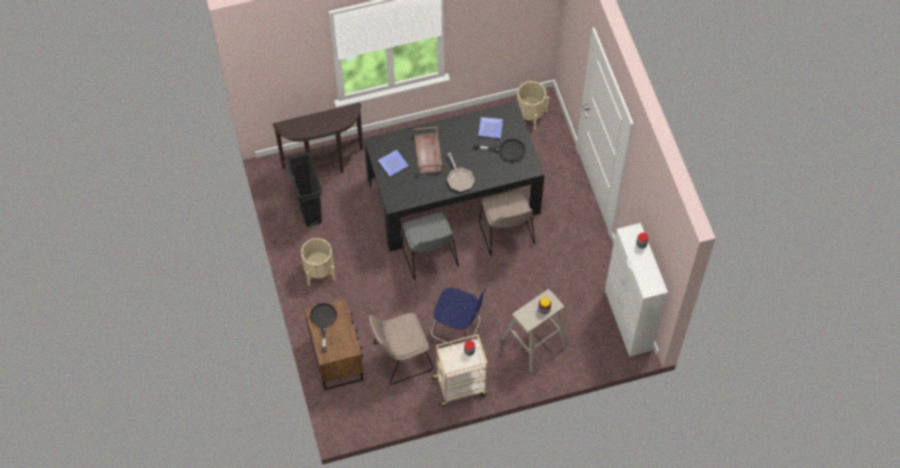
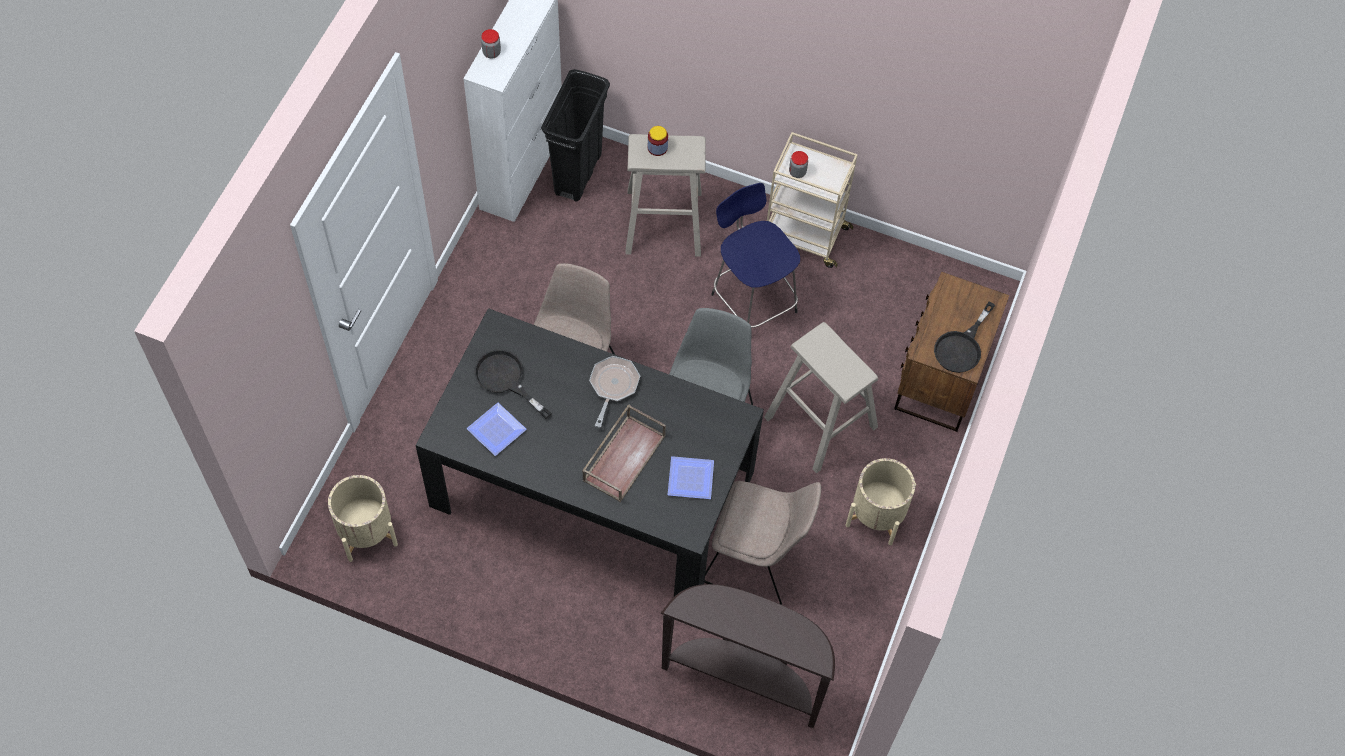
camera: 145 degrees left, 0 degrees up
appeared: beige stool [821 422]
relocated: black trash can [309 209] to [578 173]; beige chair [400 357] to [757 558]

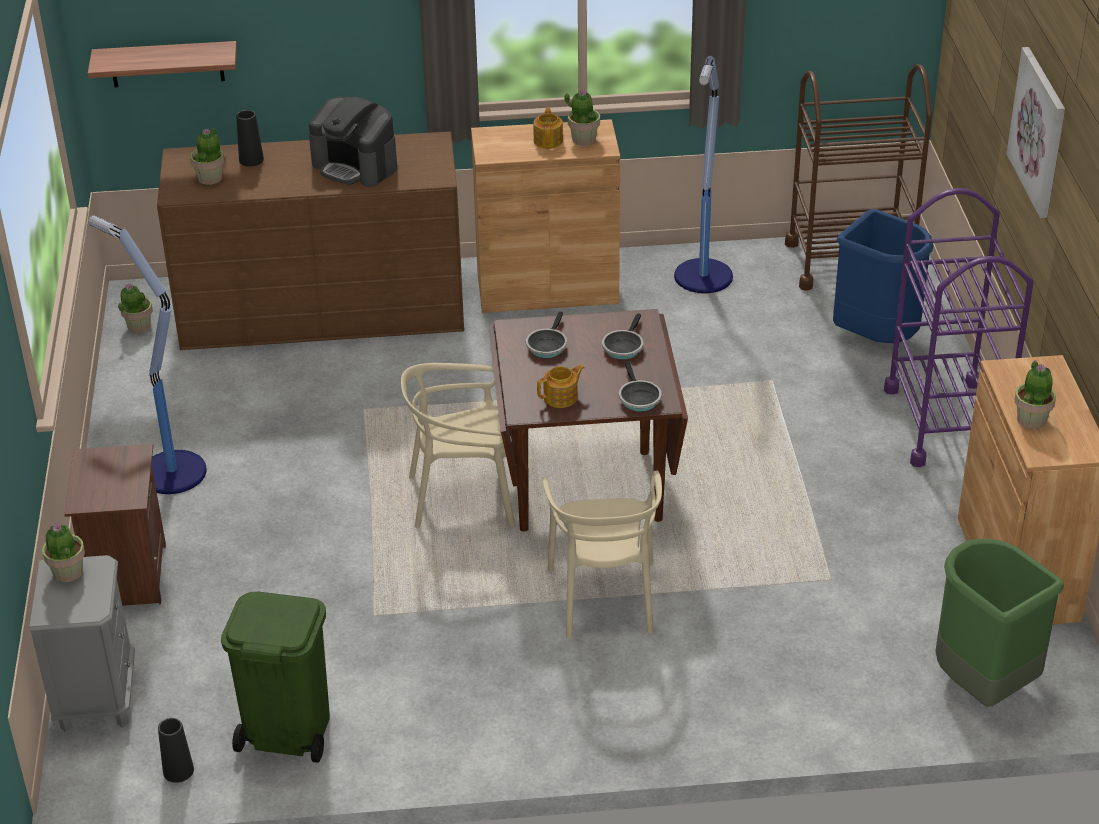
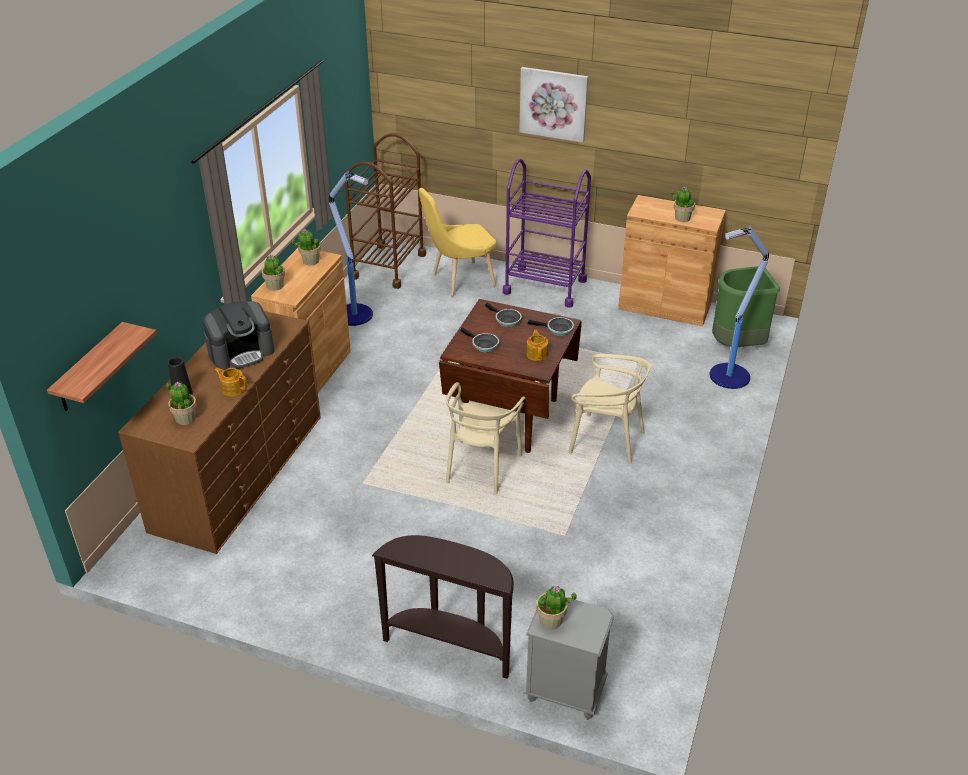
camera: 65 degrees left, 0 degrees up
missing: black vase [178 771]; green trash can [286 731]
relocated: floor lamp [170 471] to [728 376]; potted plant [138 326] to [275 286]; teapot [548 140] to [233 389]
exchanged: brown nightstand [126 576] to brown console table [450 646]; blue trash can [876 336] to yellow chair [459 281]

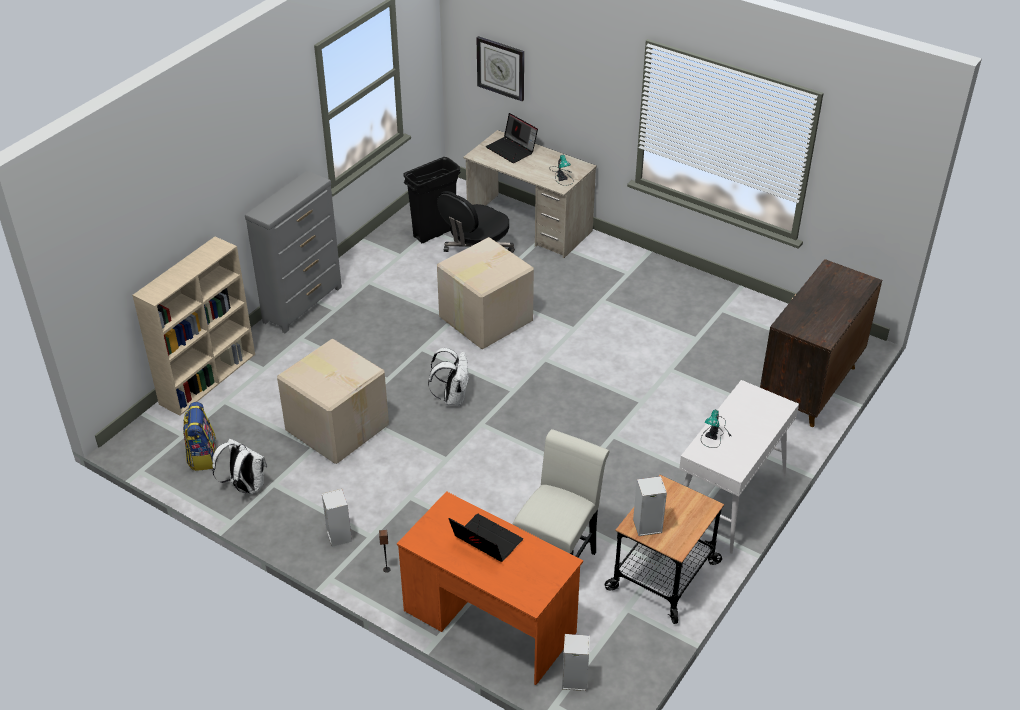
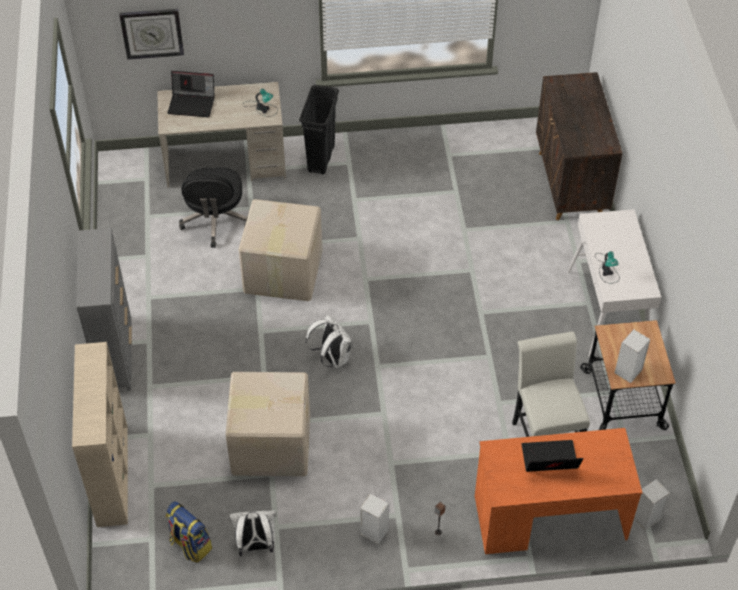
camera: 40 degrees left, 10 degrees up
relocated: black trash can [435 232] to [321 158]

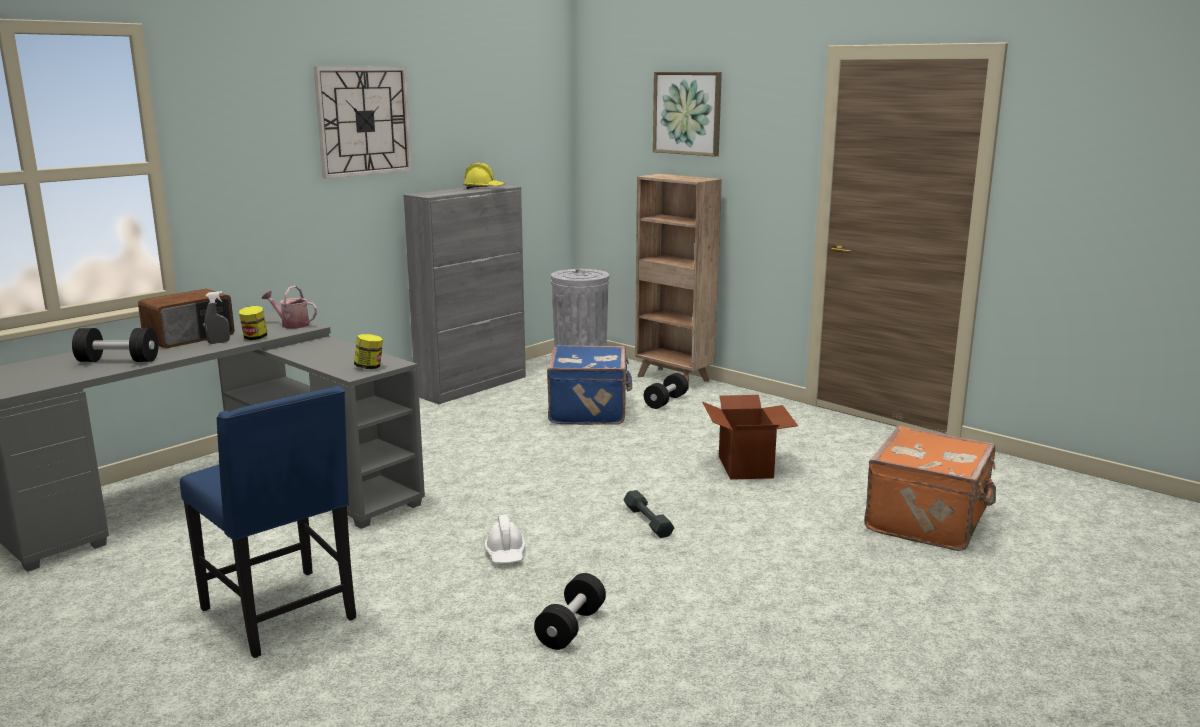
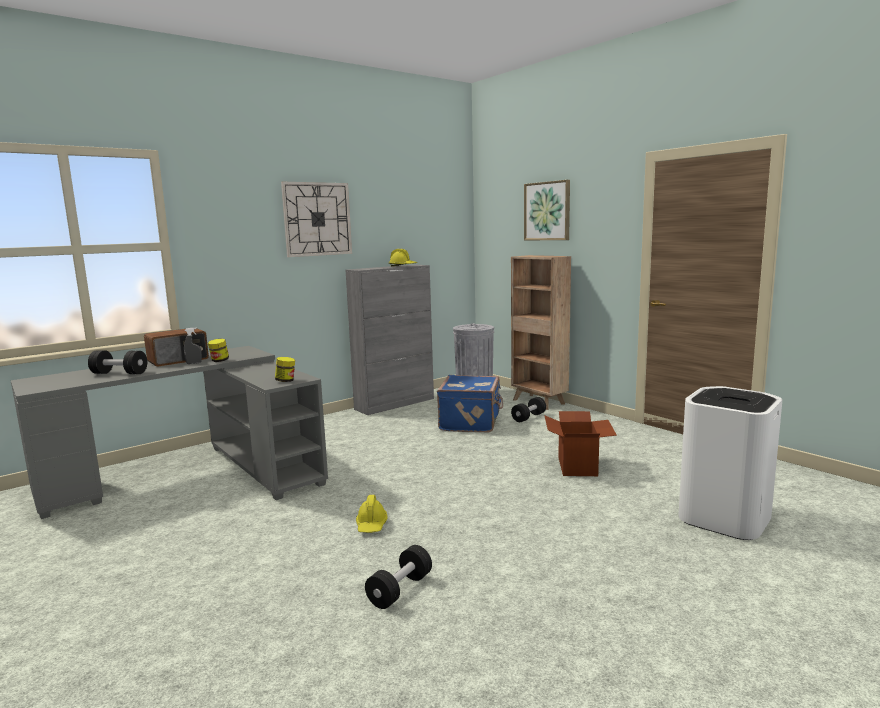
camera: 10 degrees right, 5 degrees down
missing: blue chair [283 614]; watering can [292 324]; grey dumbbell [648 521]
exchanged: orange suitcase [929 521] to white trash can [723 517]
colour: white hard hat [505 554] to yellow hard hat [372 525]

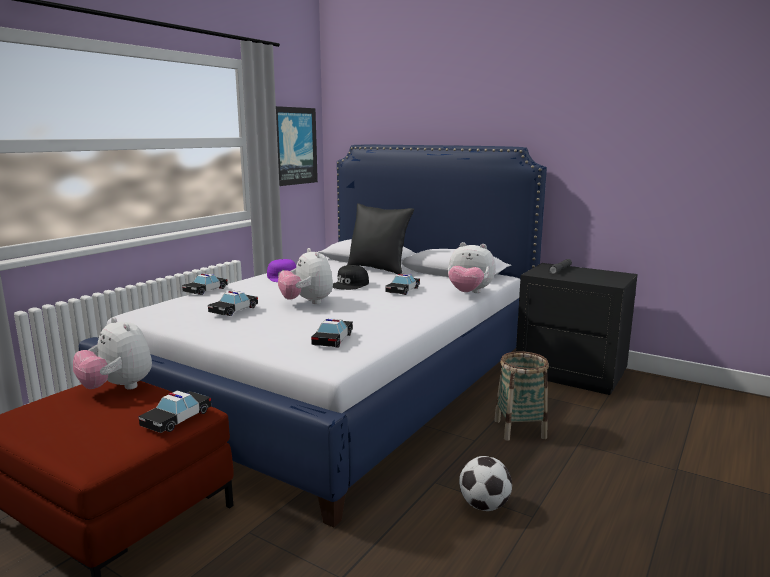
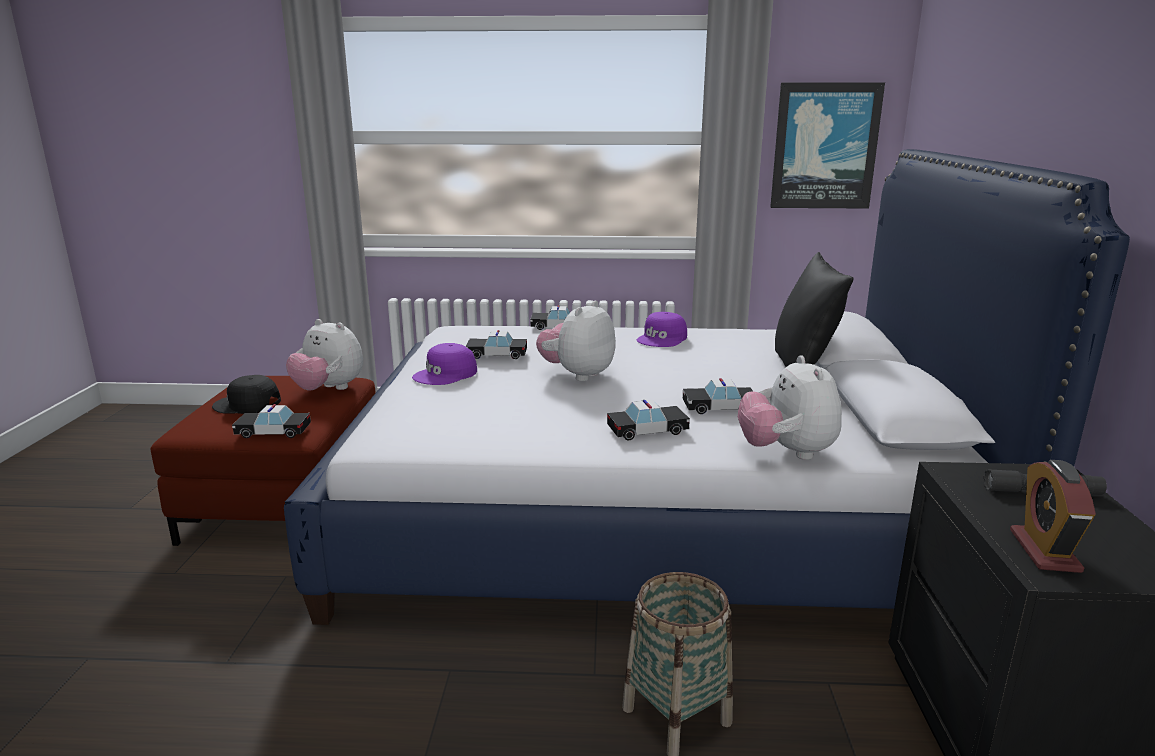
camera: 60 degrees right, 5 degrees up
missing: football [484 506]
appeared: purple cap [446 374]; alarm clock [1044 551]
relocated: toy car [333 339] to [647 430]; black cap [350 284] to [247 405]
spun: plush toy [118 388] = [329 390] 75 degrees counterclockwise

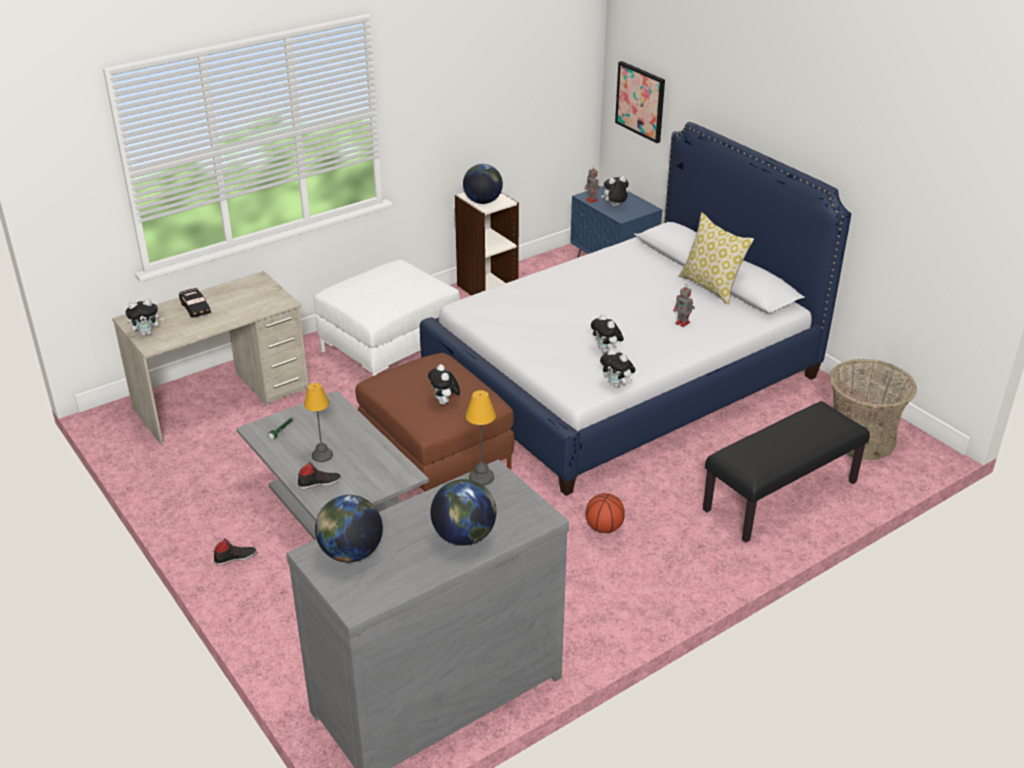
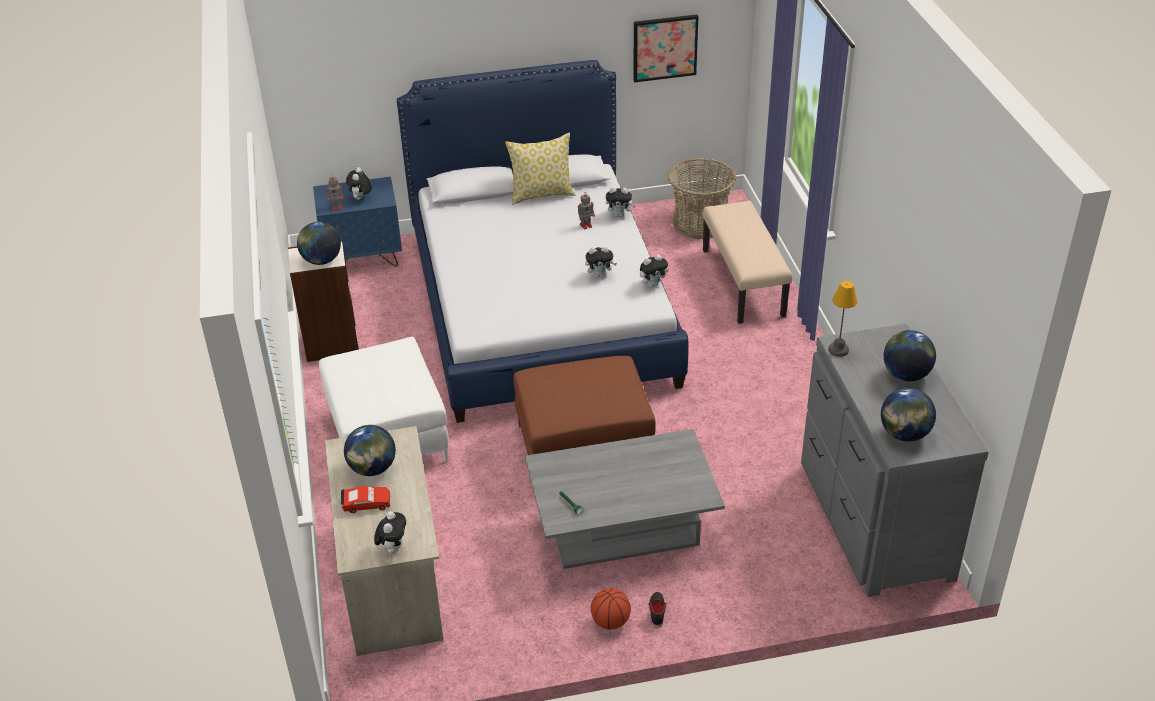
camera: 65 degrees left, 5 degrees up
missing: black shoe [319 482]; table lamp [322 455]
appeared: globe [372 469]
relocated: plush toy [445 402] to [619 215]; basketball [604 528] to [610 621]; picture [641 101] to [664 47]
colour: black toy car [195 308] to red toy car [366 503]; black bench [781 497] to beige bench [744 283]

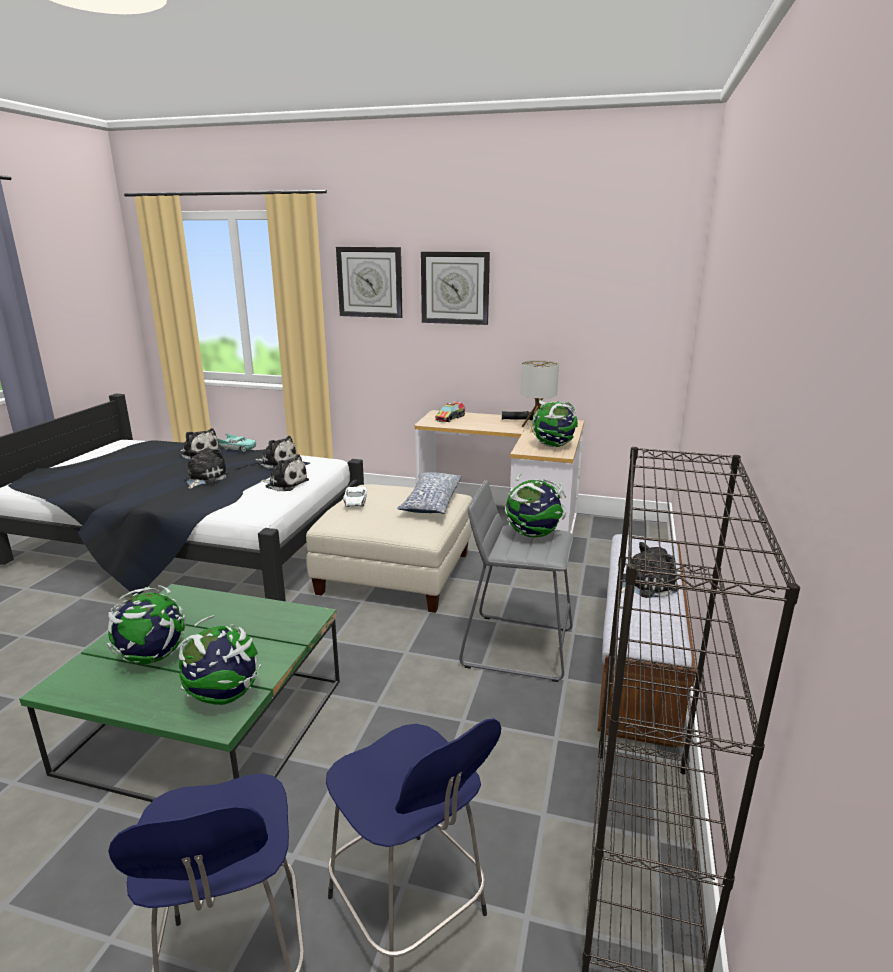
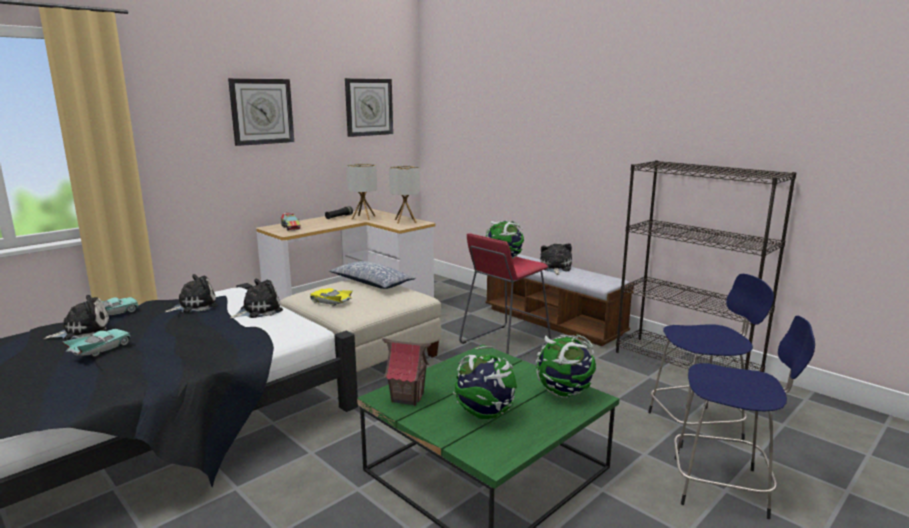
camera: 60 degrees left, 5 degrees down
missing: plush toy [204 478]
appeared: turquoise toy car [100 349]; toy house [407 397]
relocated: wall clock [370 282] to [369 107]
exchanged: globe [553 446] to table lamp [405 221]
colour: white toy car [355 502] to yellow toy car [331 302]; grey stool [517 647] to red stool [505 343]

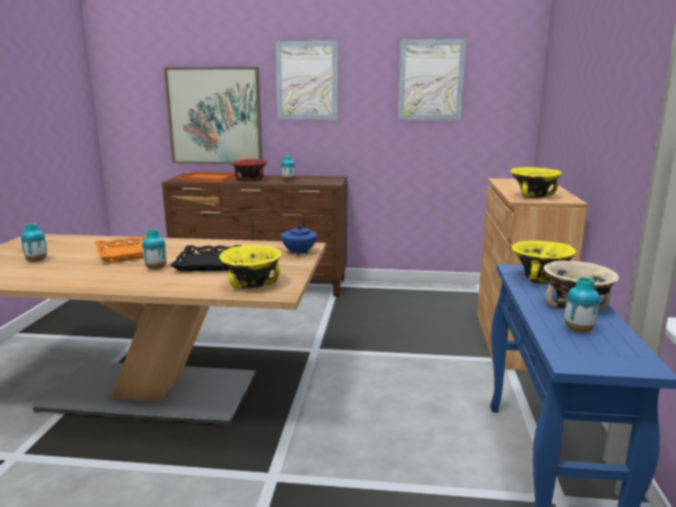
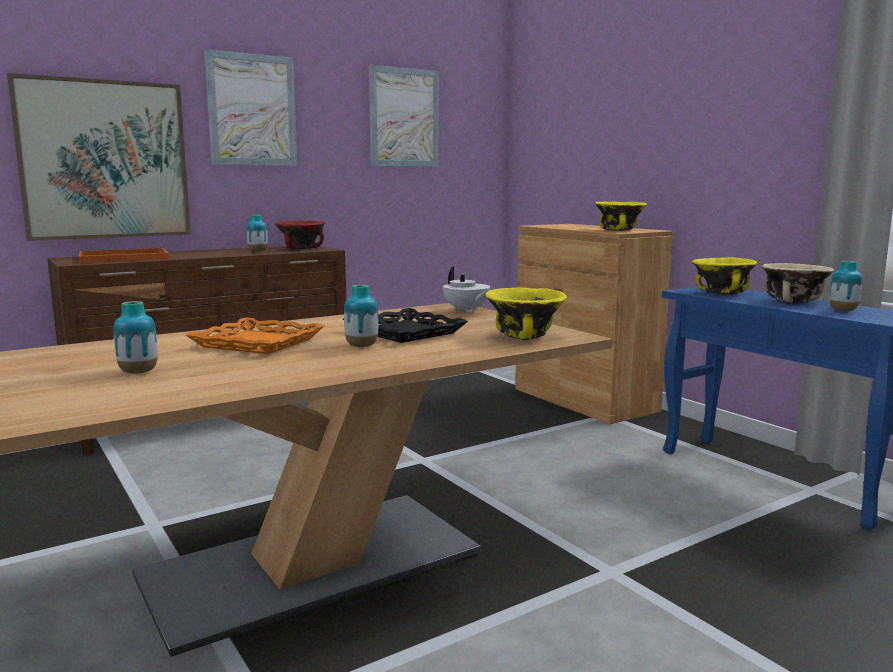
camera: 40 degrees left, 5 degrees down
relocated: red bowl [250 180] to [301 249]
colour: blue teapot [298 252] to white teapot [466 311]

